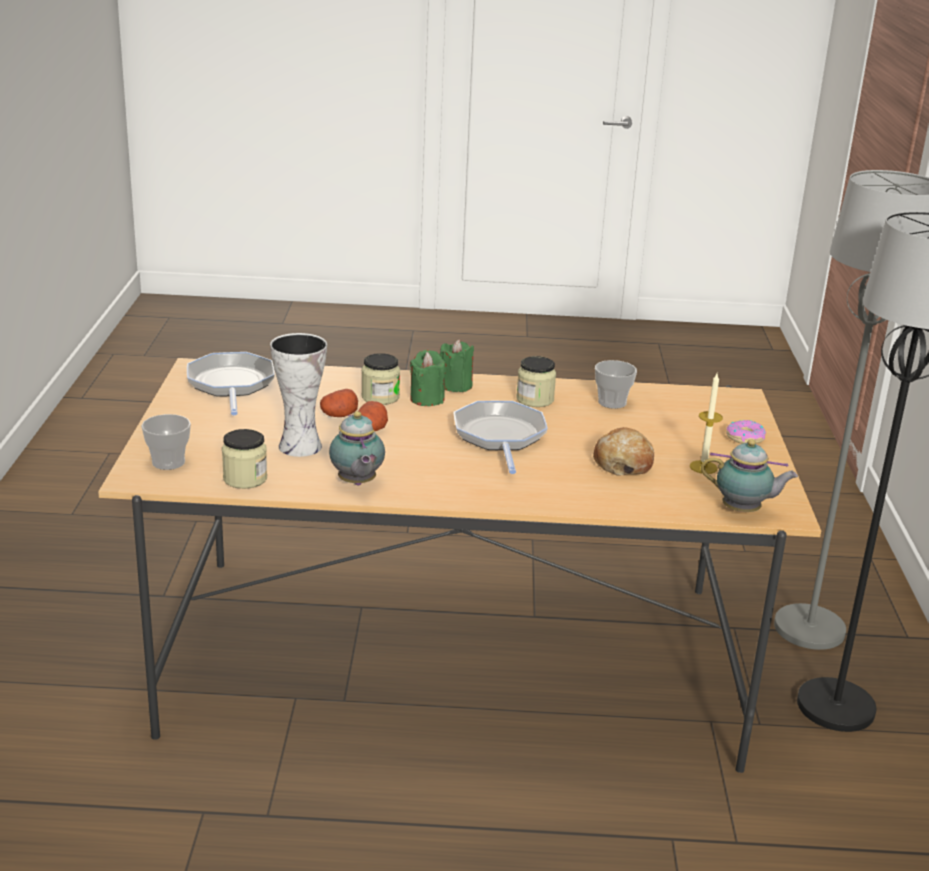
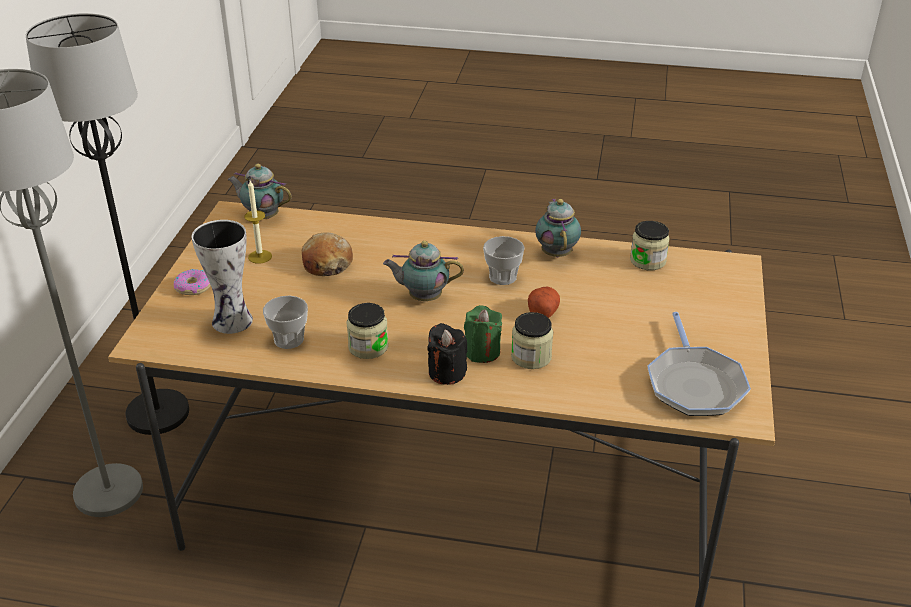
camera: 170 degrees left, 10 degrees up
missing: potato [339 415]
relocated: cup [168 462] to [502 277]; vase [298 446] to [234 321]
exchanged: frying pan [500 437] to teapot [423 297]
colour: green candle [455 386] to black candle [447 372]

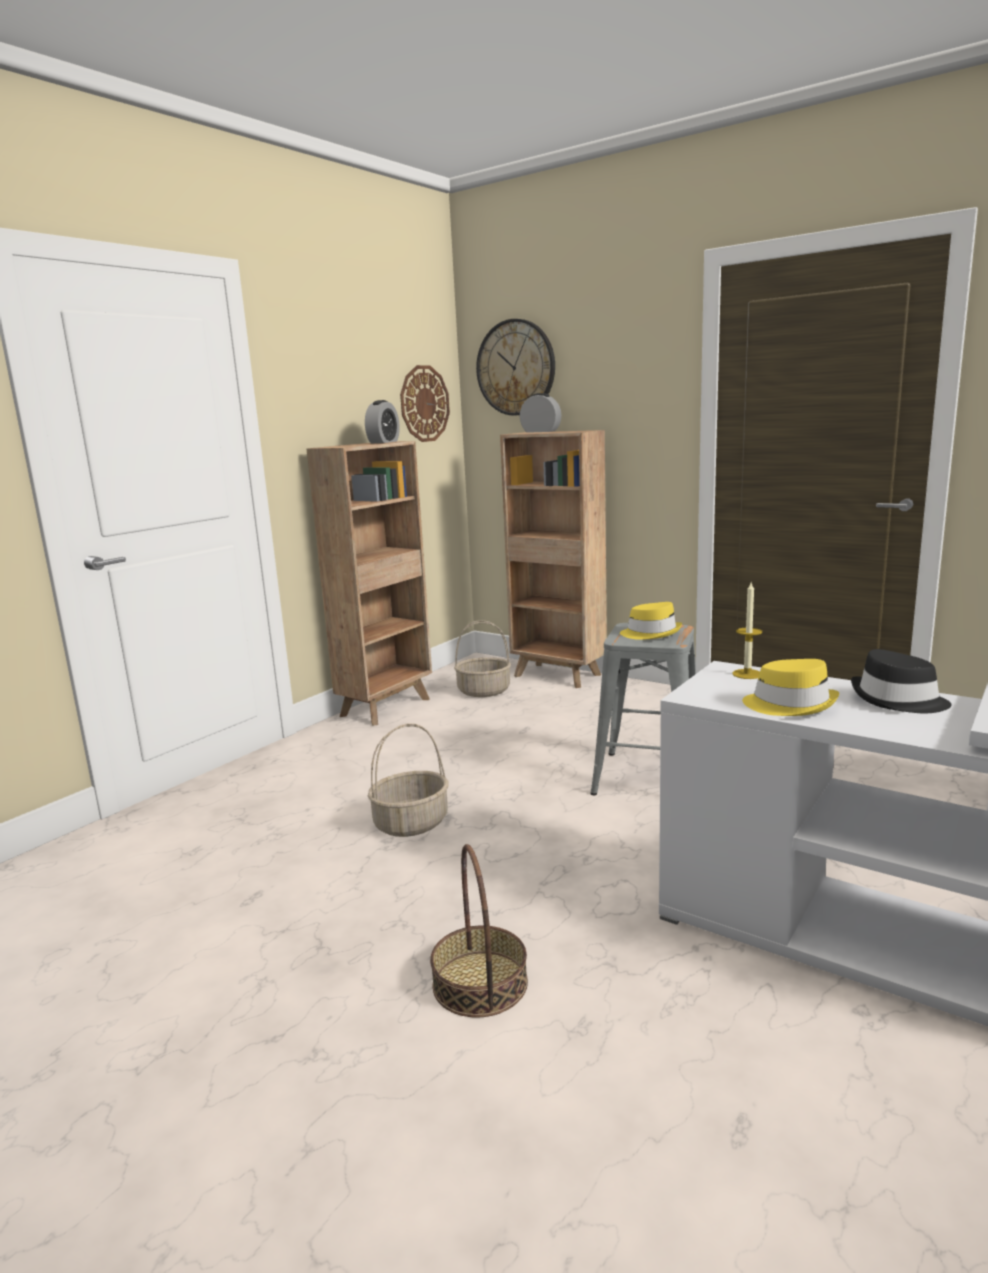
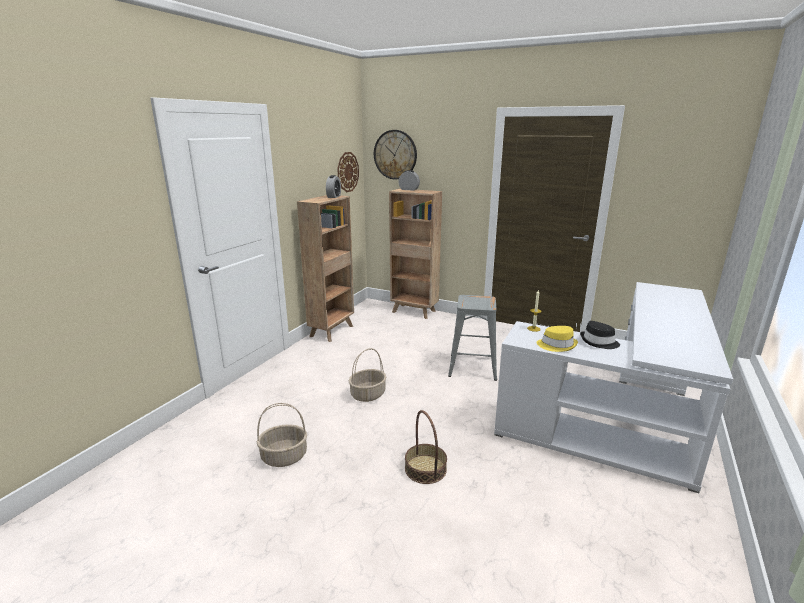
camera: 10 degrees left, 5 degrees up
missing: yellow hat [651 633]
relocated: basket [484 691] to [284 456]

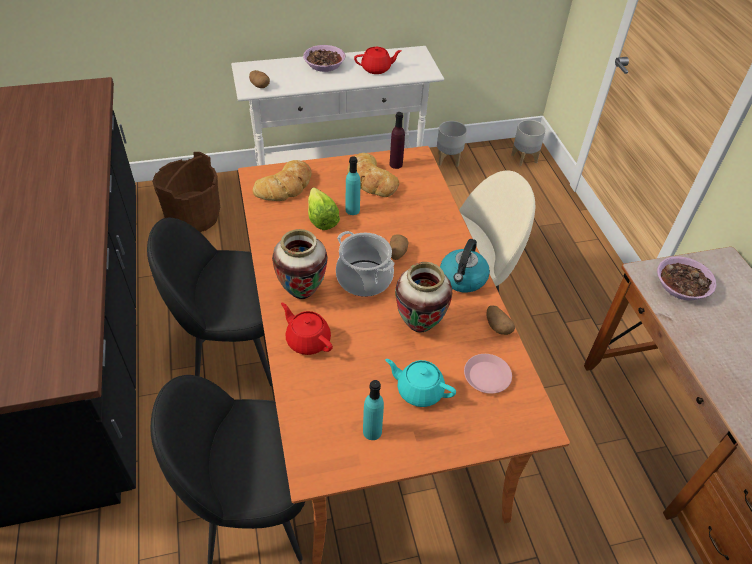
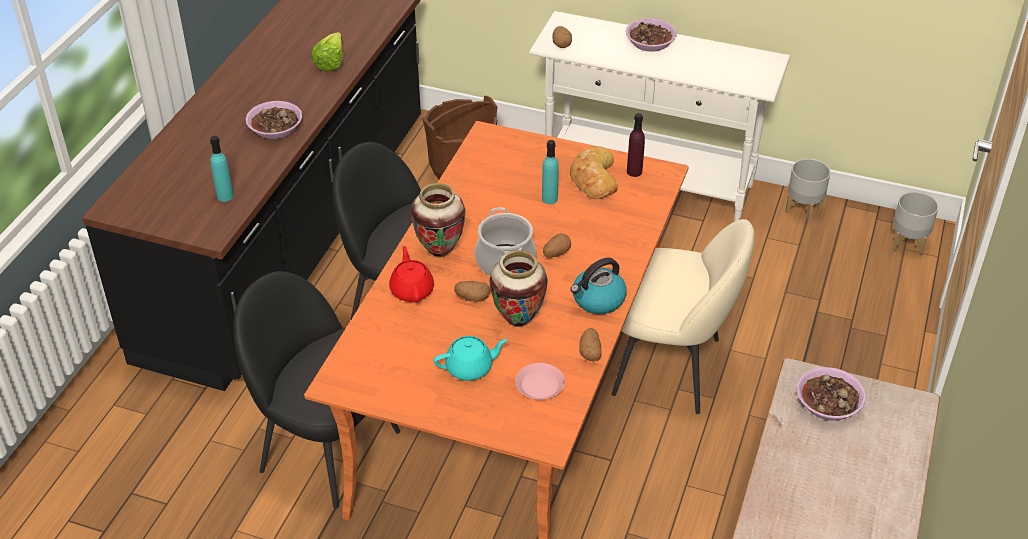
camera: 35 degrees right, 5 degrees down
missing: bread [285 186]; red teapot [376 69]
appeared: bowl [275 127]; potato [472 298]
relocated: lettuce [321 216] to [333 61]; turquoise bottle [372 431] to [225 196]
spun: turquoise teapot [419 390] = [470 368] 105 degrees clockwise

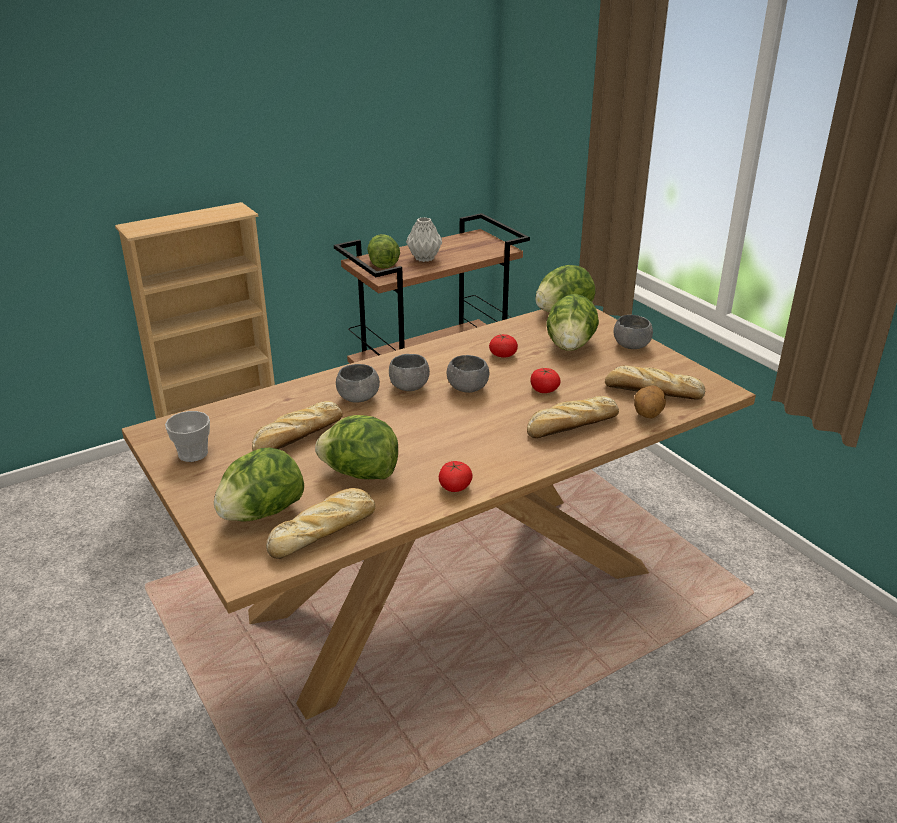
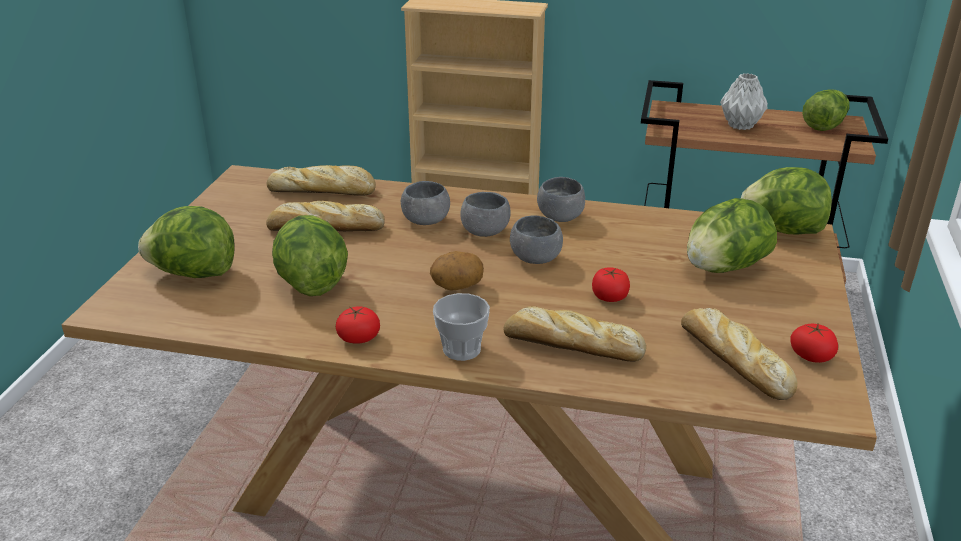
camera: 45 degrees right, 0 degrees up
relocated: cup [193 454] to [461 349]; bread [325 530] to [324 191]; lettuce [382 262] to [824 124]; tomato [503 355] to [811 356]; grey bowl [631 346] to [560 217]; potato [647 415] to [457 287]

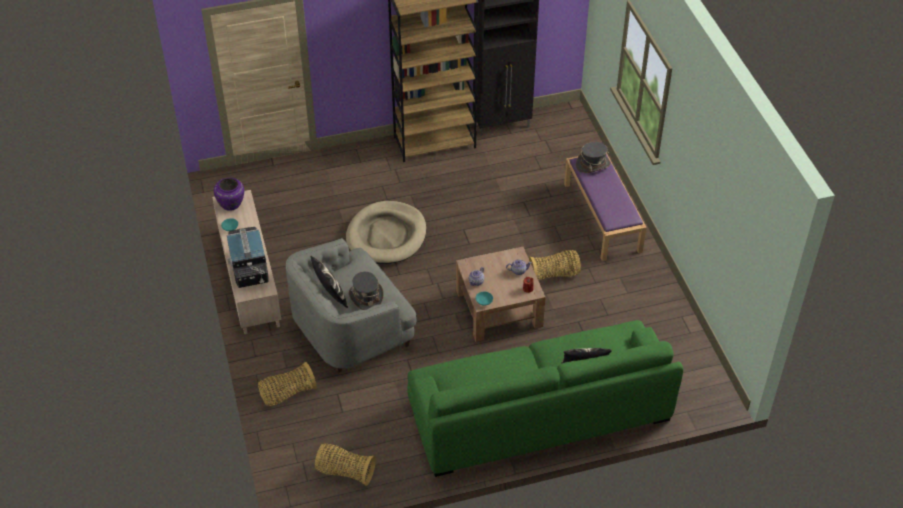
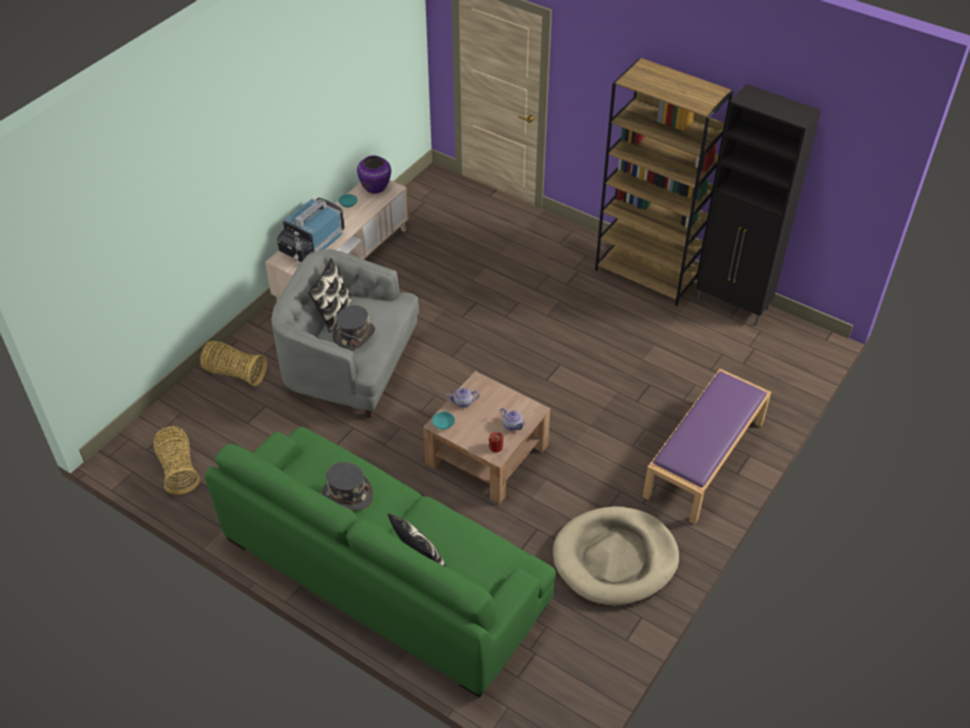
camera: 50 degrees right, 0 degrees up
missing: basket [554 274]
relocated: beige dog bed [386 235] to [615 559]; grey hat [593 164] to [347 494]

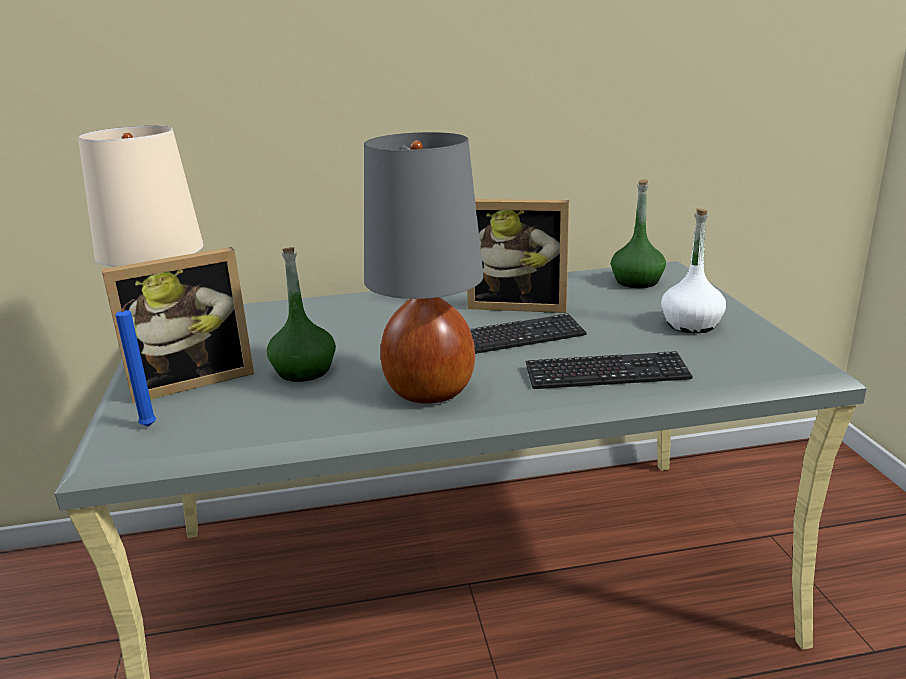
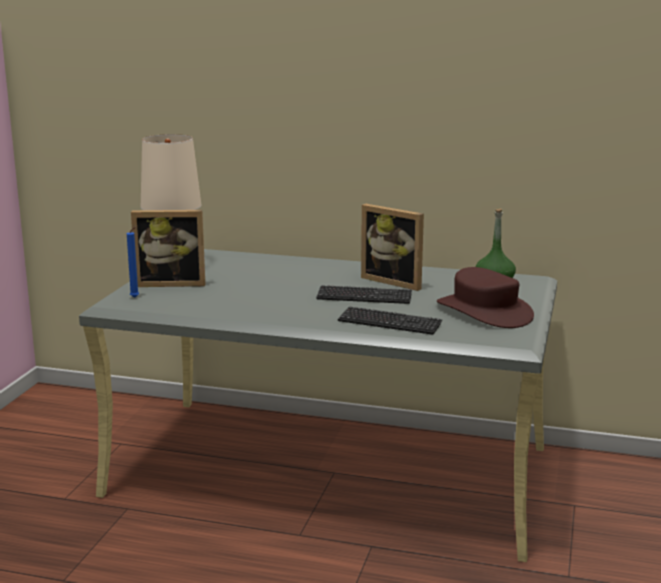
camera: 25 degrees right, 5 degrees down
missing: green bottle [303 371]; grey table lamp [429 391]
exchanged: white bottle [691 324] to brown hat [484 311]

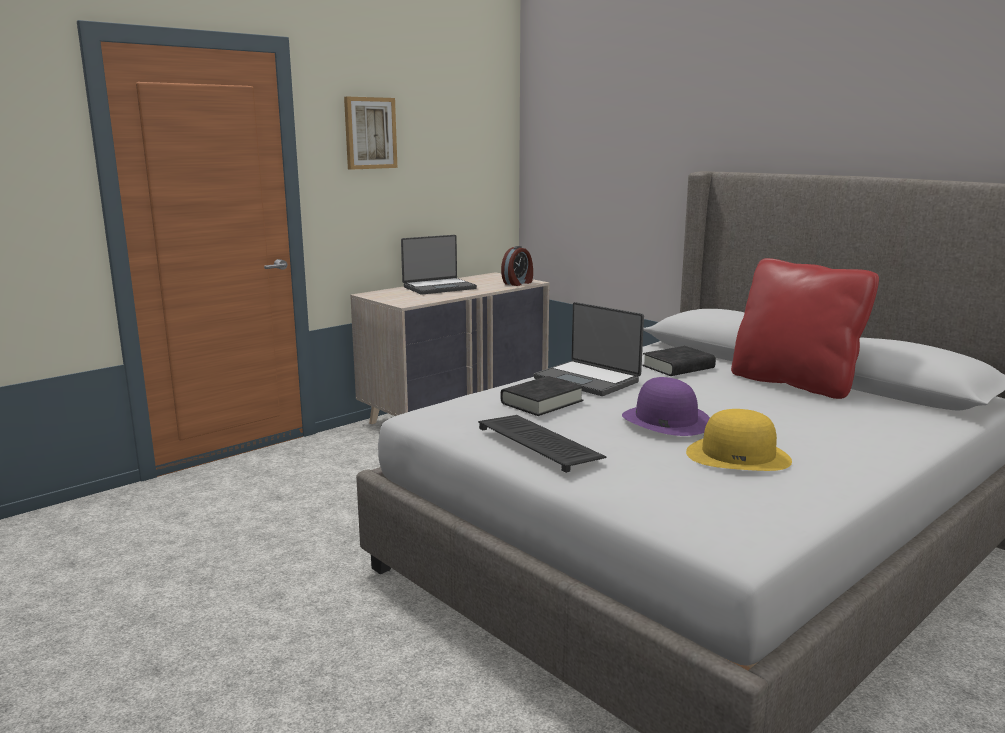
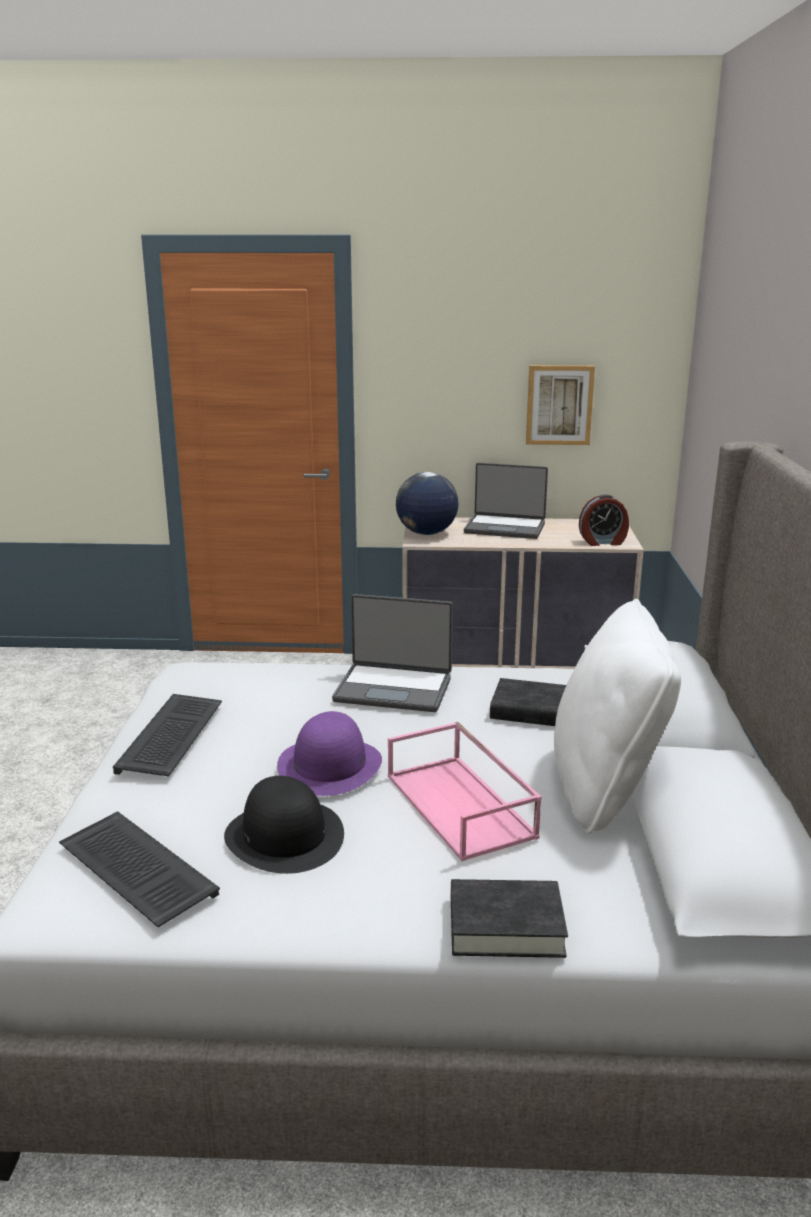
camera: 45 degrees right, 5 degrees up
appeared: keyboard [134 870]; pink tray [462 806]; globe [426 533]
relocated: picture [370 133] to [559 405]; black book [542 402] to [506 926]
colour: yellow hat [738 456] to black hat [285 836]; red pillow [794 383] to white pillow [605 788]
spun: laptop [588 379] = [394 689] 75 degrees counterclockwise

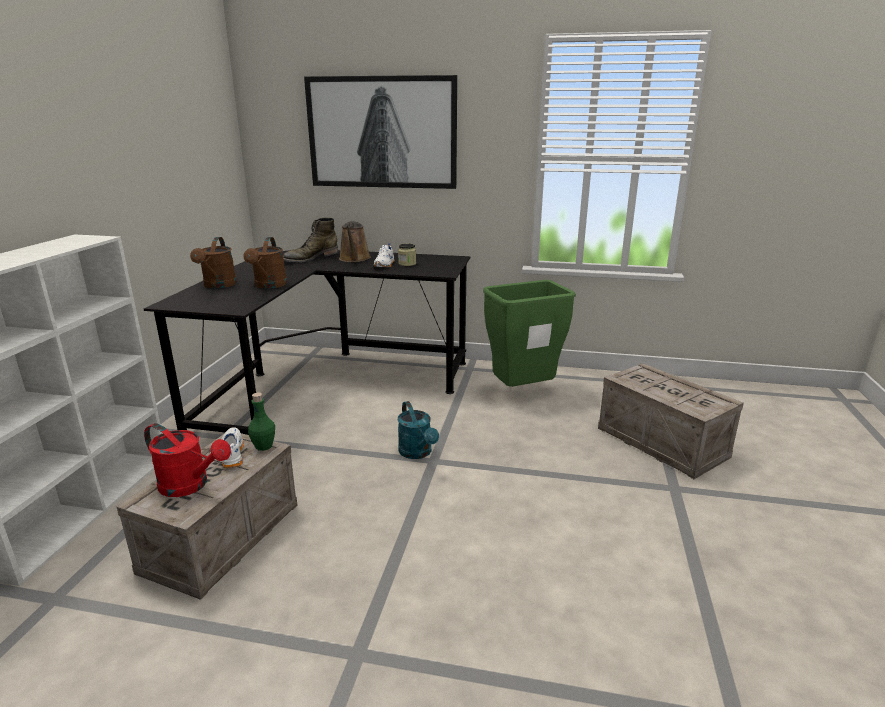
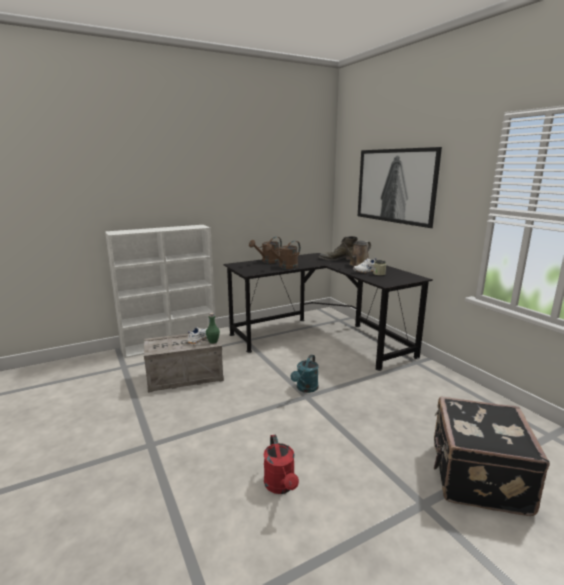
camera: 50 degrees right, 5 degrees down
missing: green trash can [523 391]
relocated: red watering can [190 485] to [281 486]
exchanged: crate [663 443] to black suitcase [476 477]

